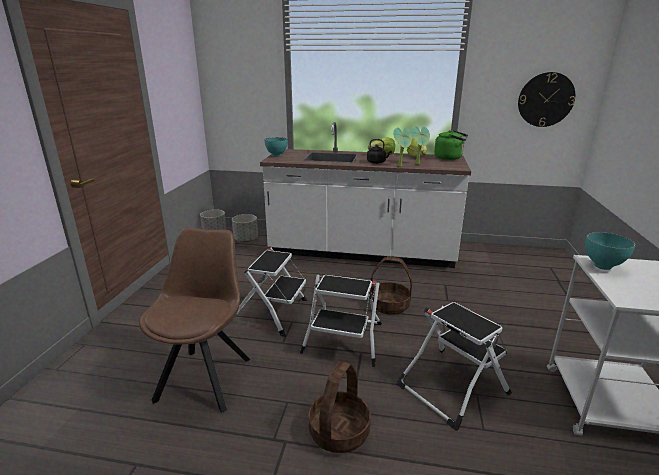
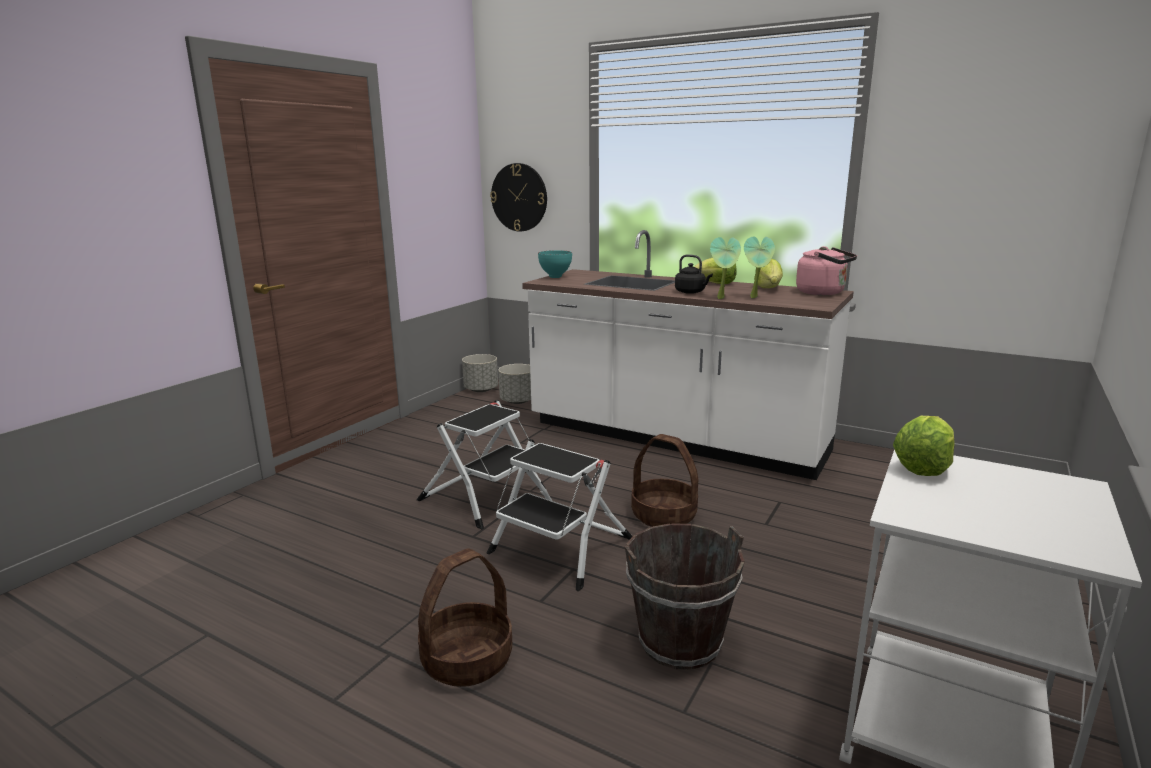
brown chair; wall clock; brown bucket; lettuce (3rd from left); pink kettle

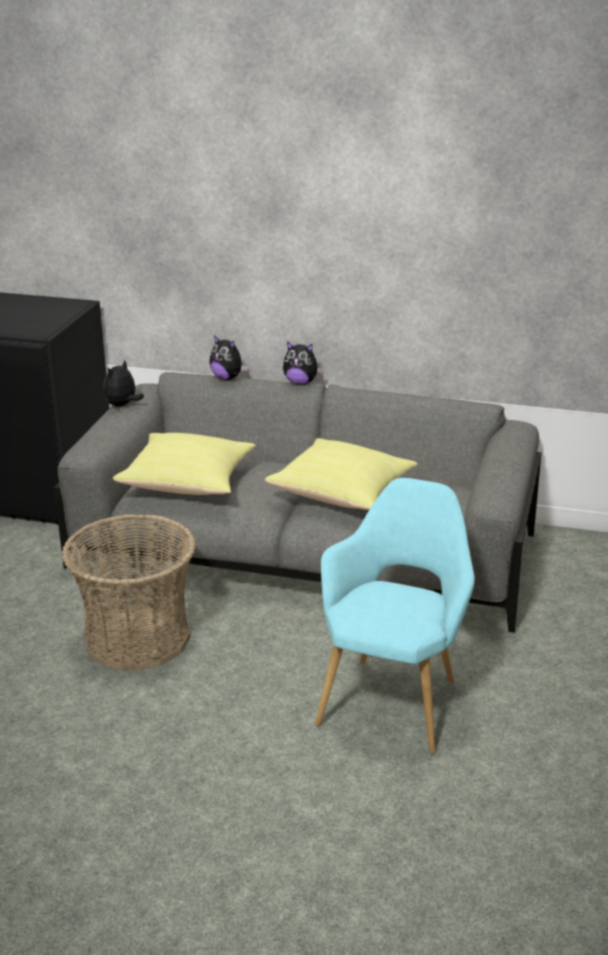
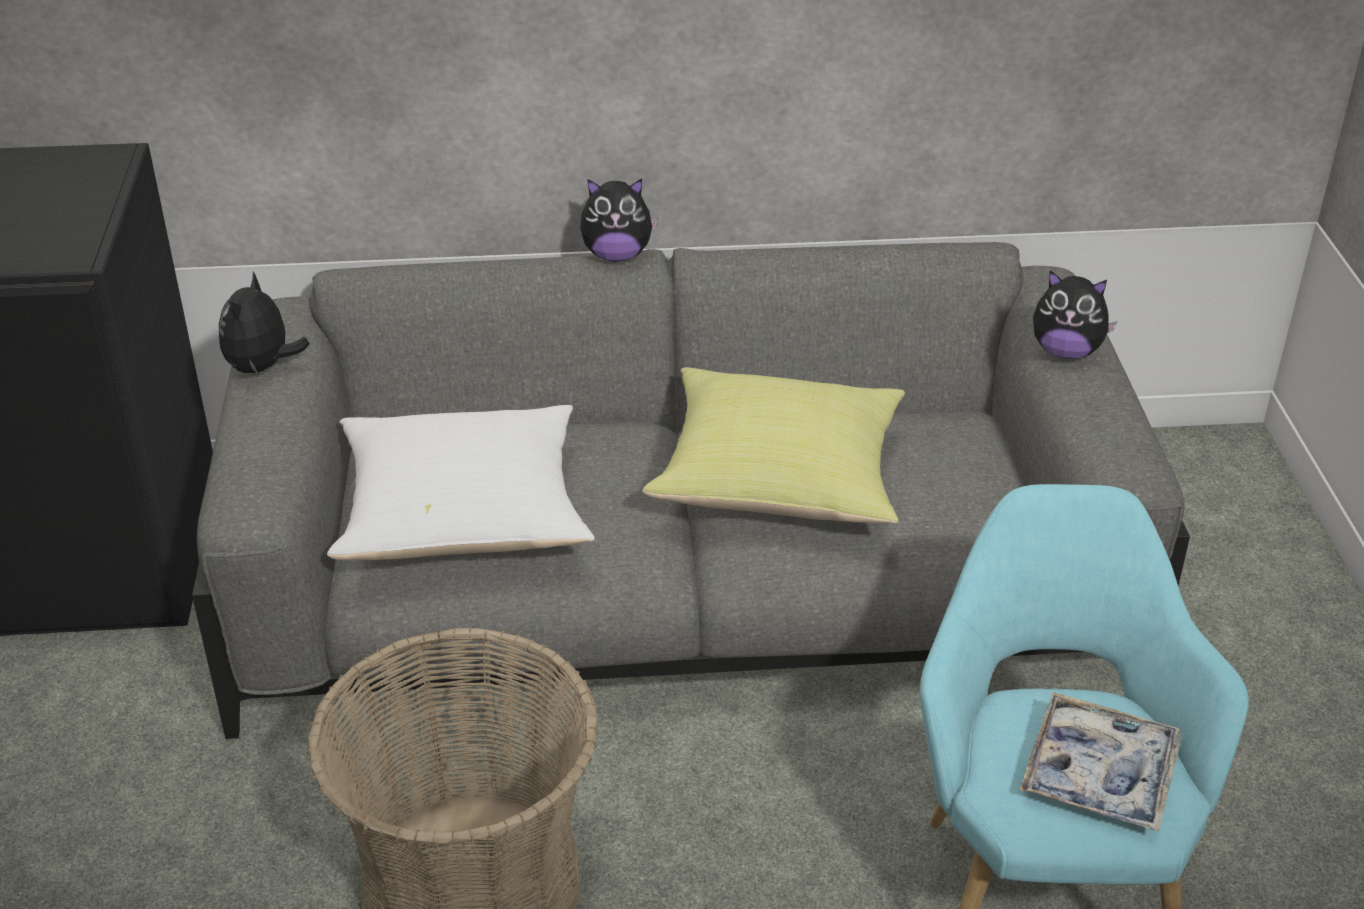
tray; plush toy (3rd from left); white pillow

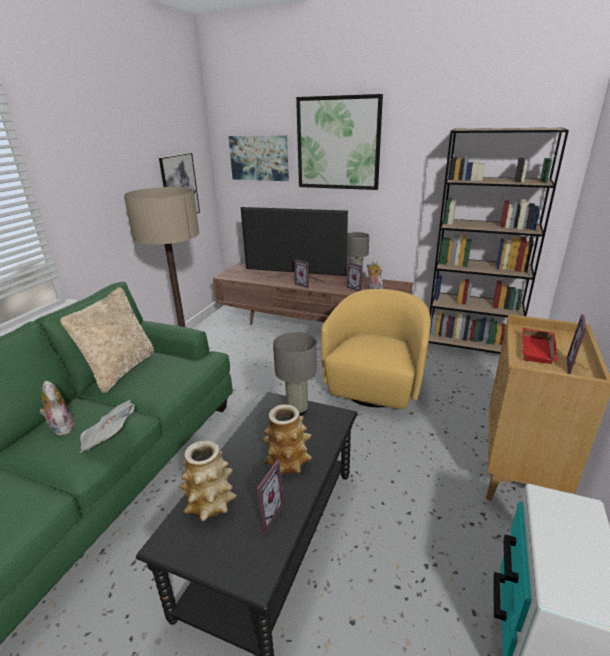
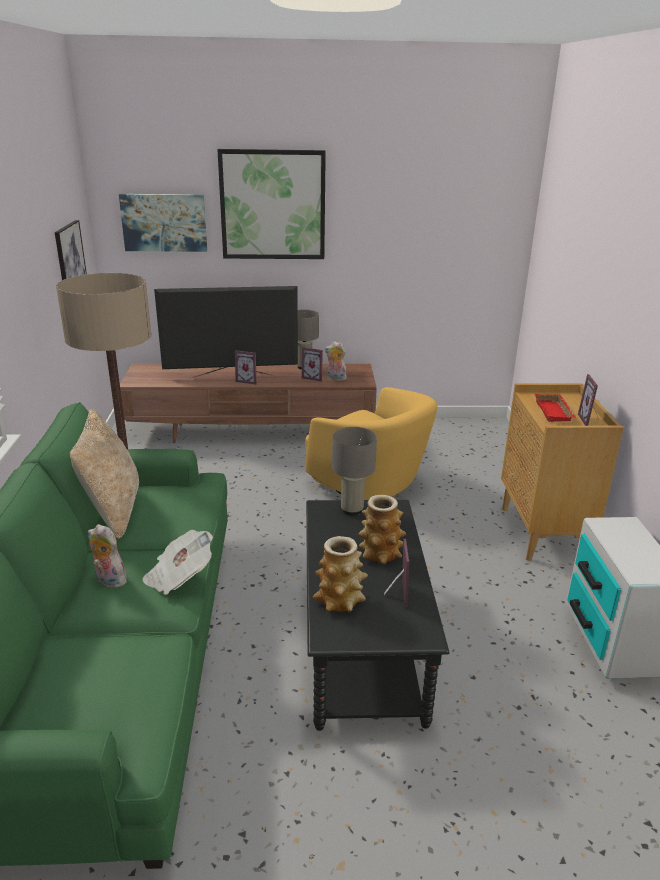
beige bookcase; yellow armchair

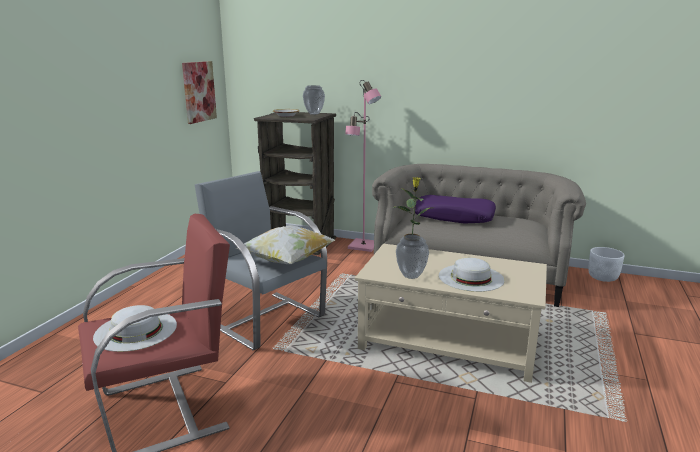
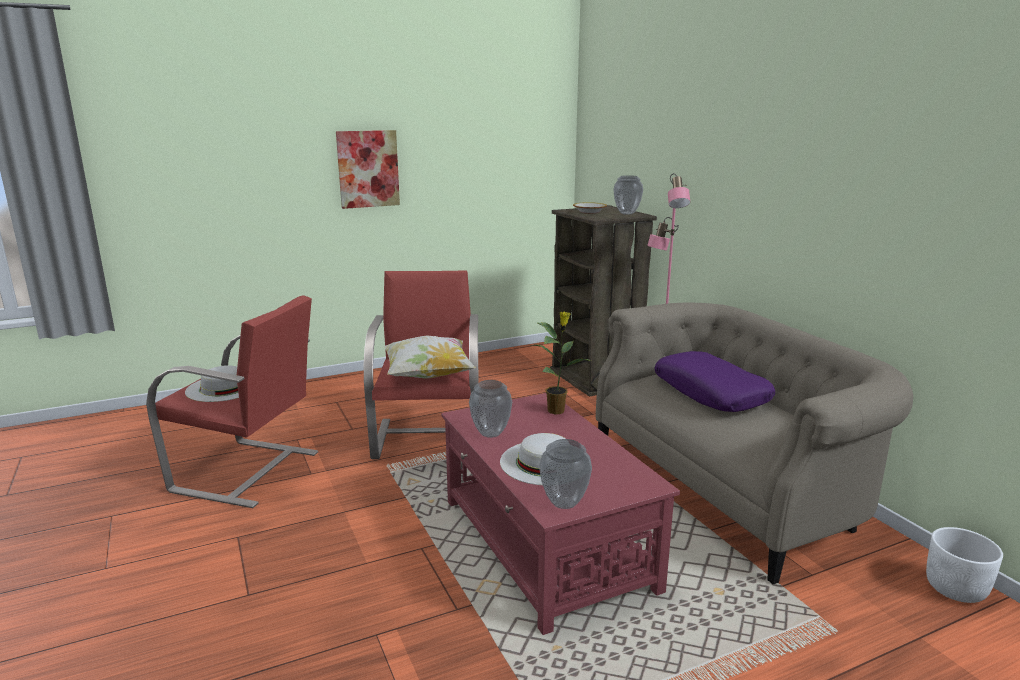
vase (2nd from left); picture; red armchair (2nd from left); red coffee table

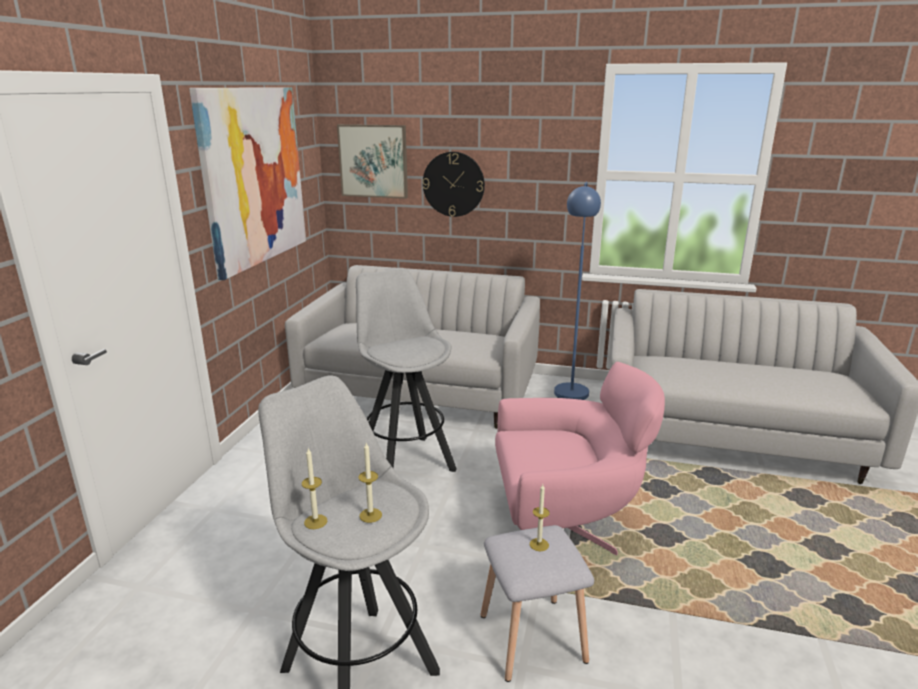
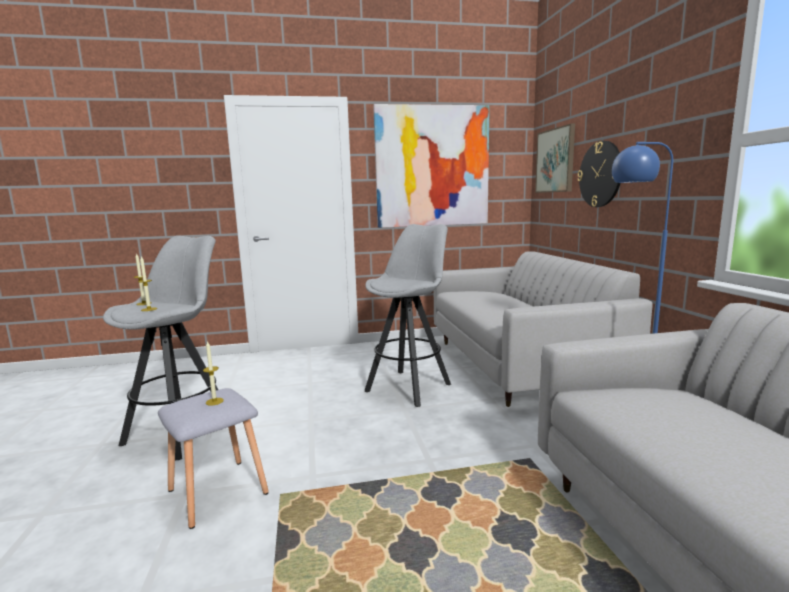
pink armchair

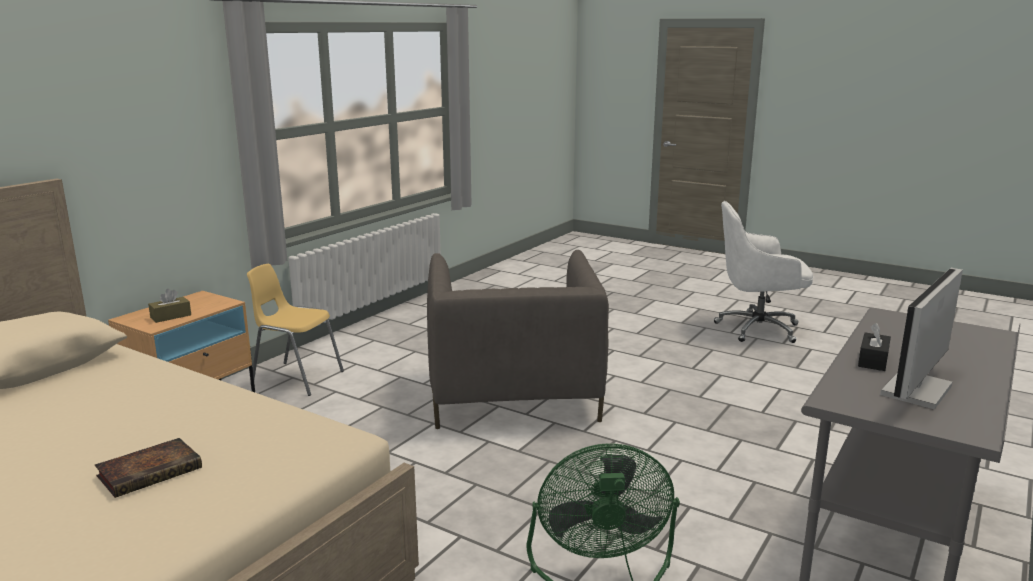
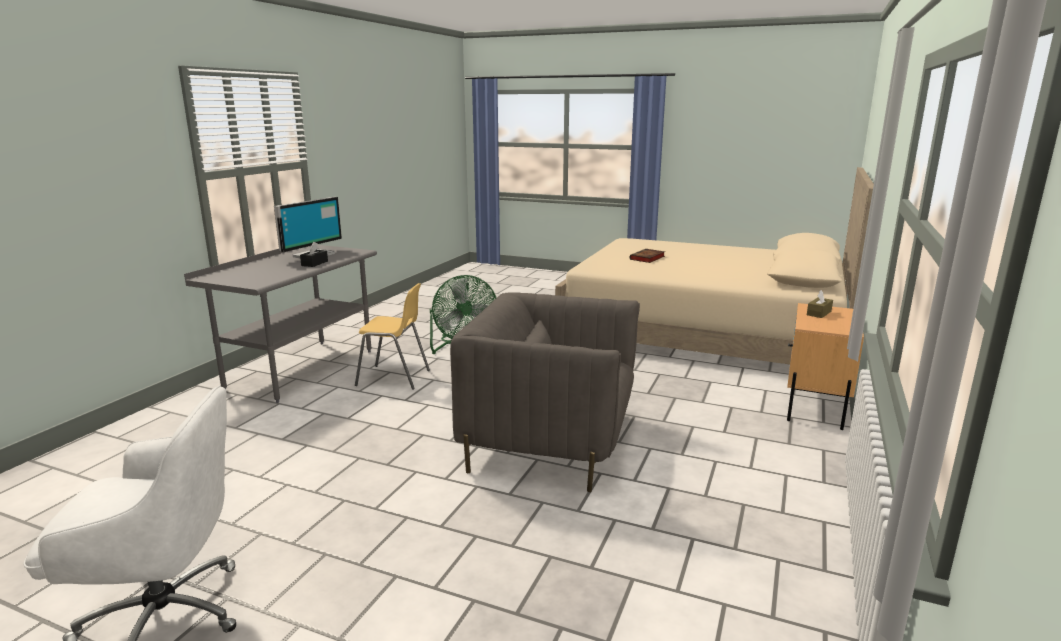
yellow chair; grey armchair

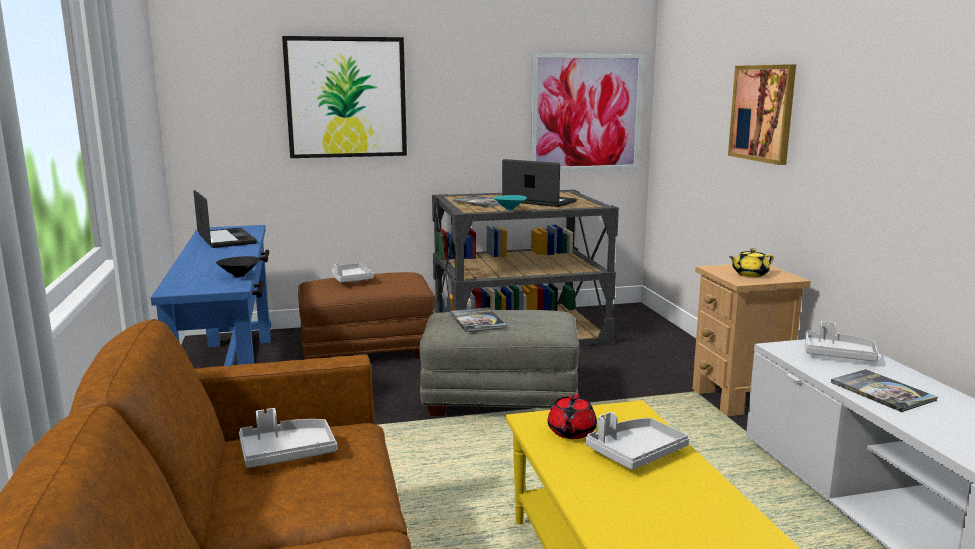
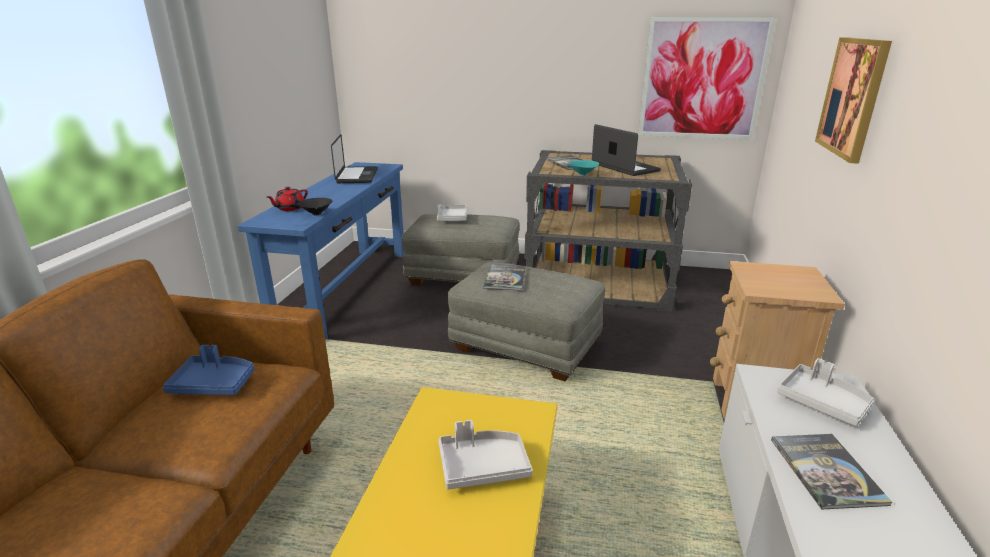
picture (1st from left in the first image); yellow teapot; red teapot; blue tray; grey ottoman (1st from left)

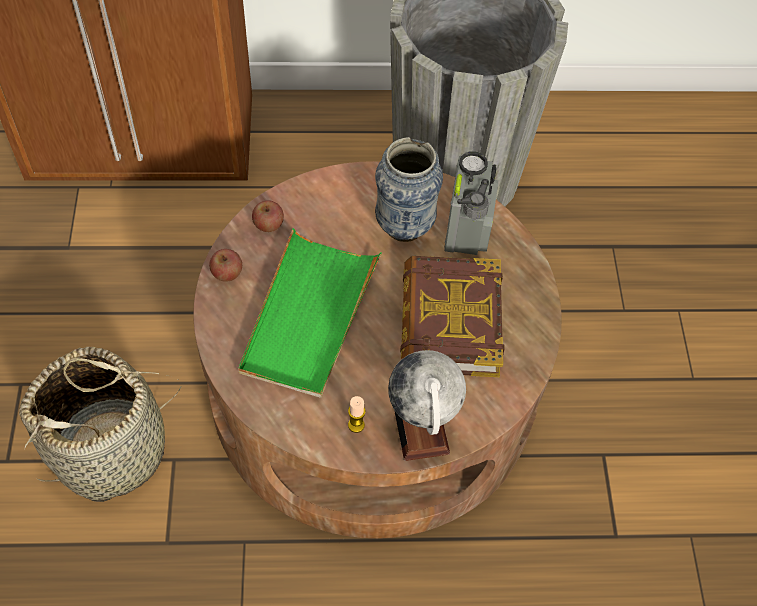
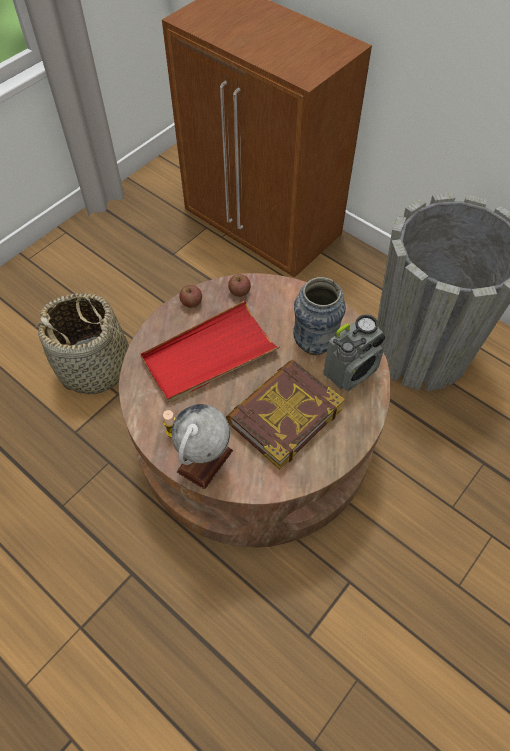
red tray

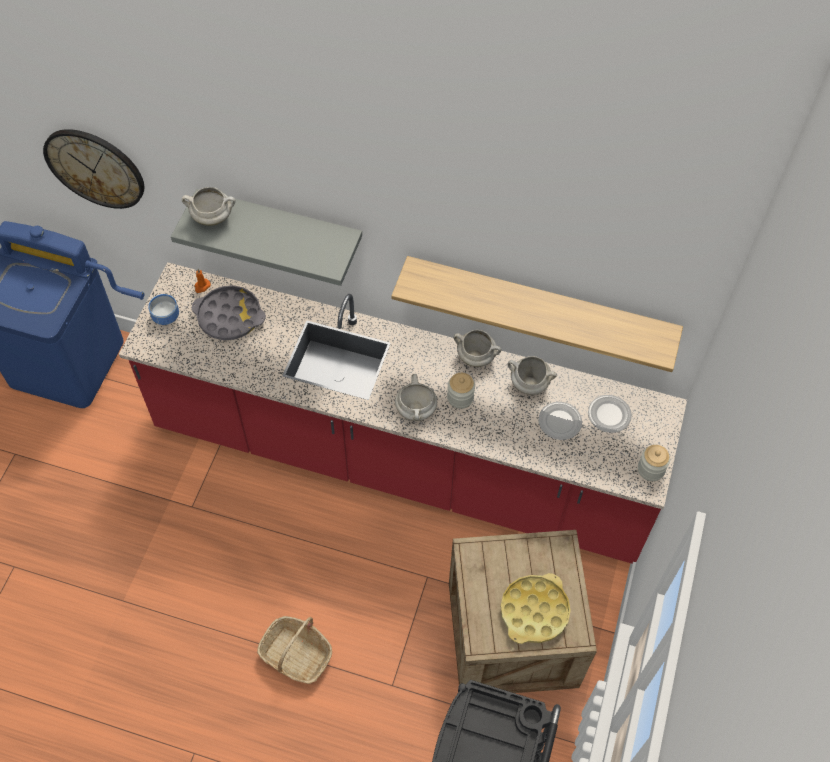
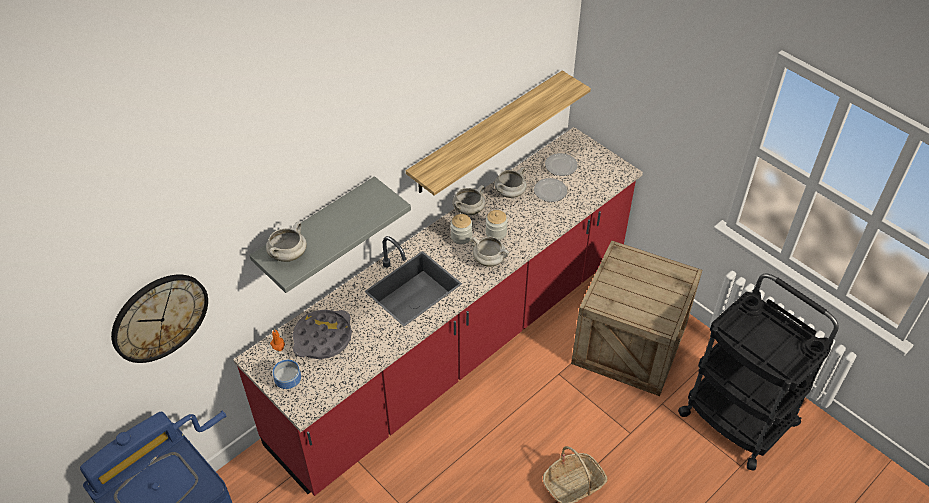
yellow tray; jar (1st from left)

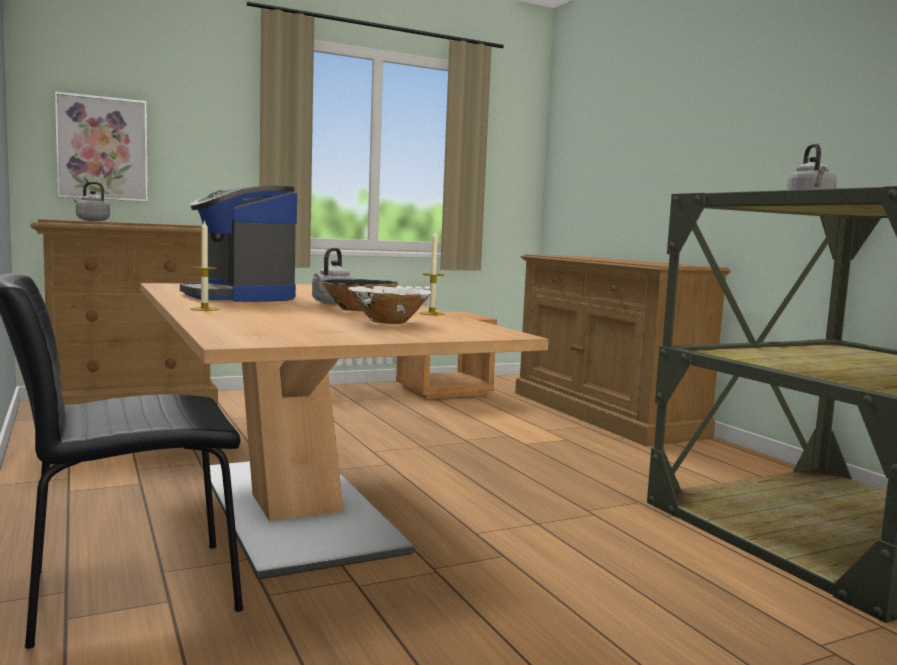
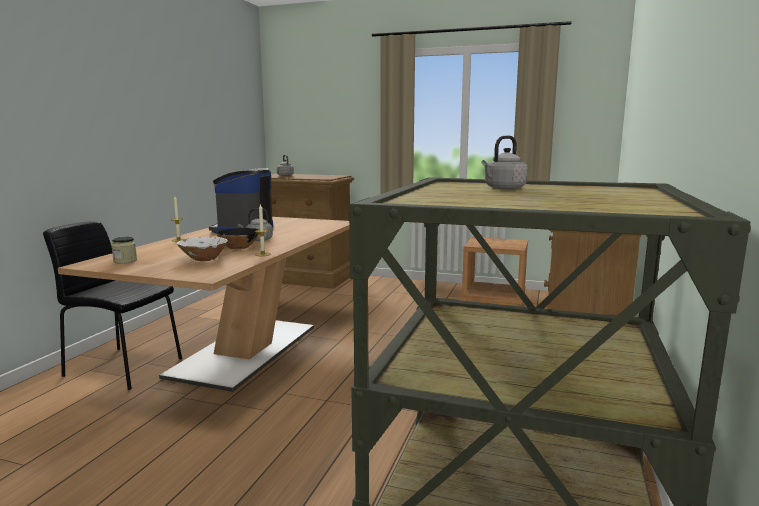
picture; jar

